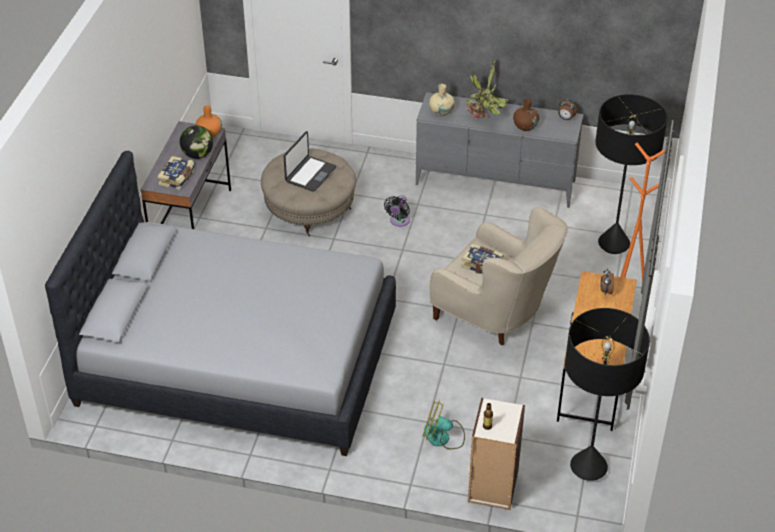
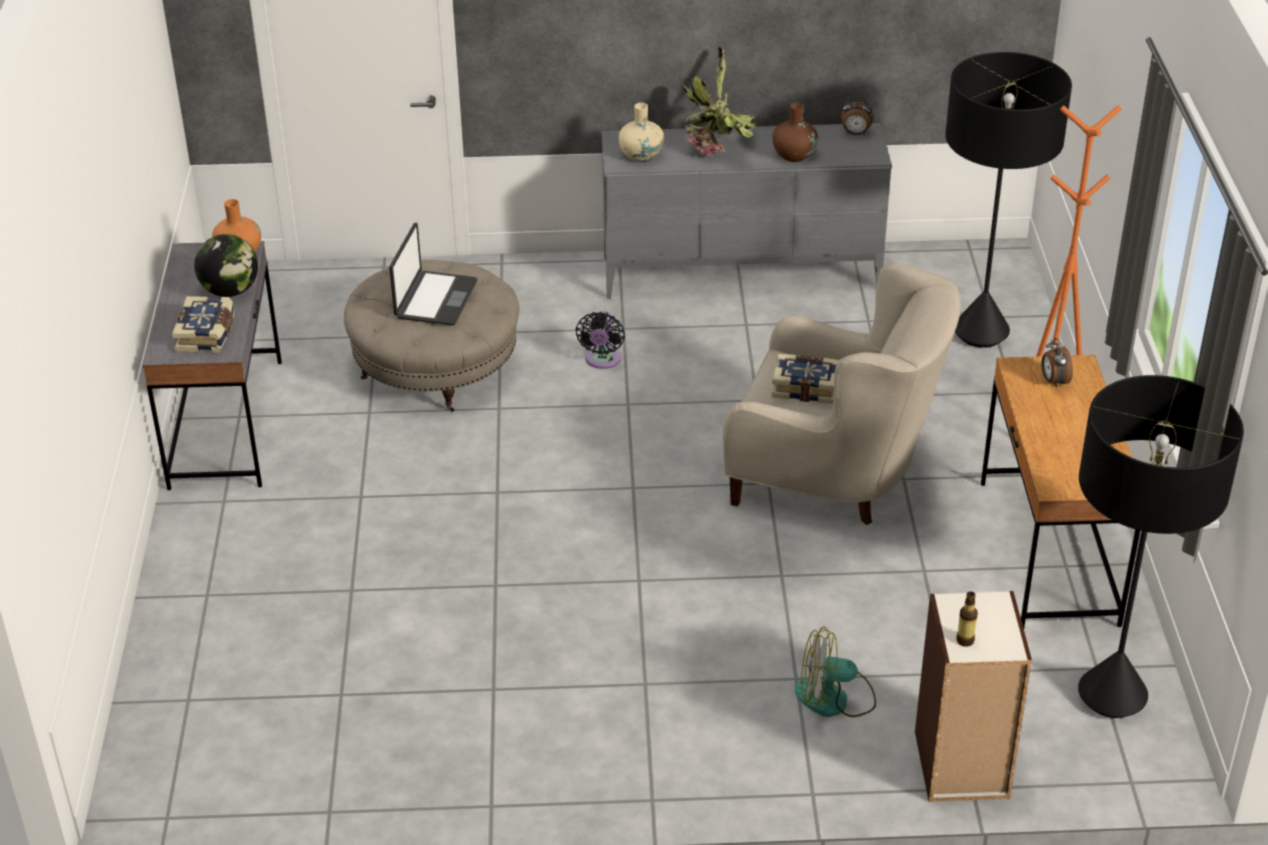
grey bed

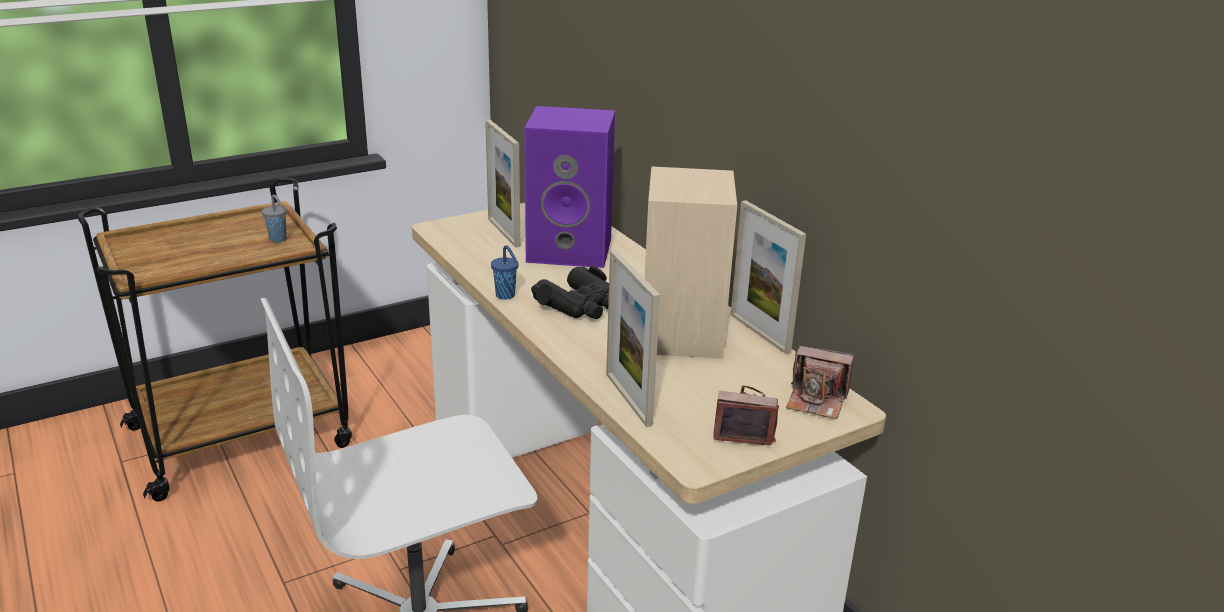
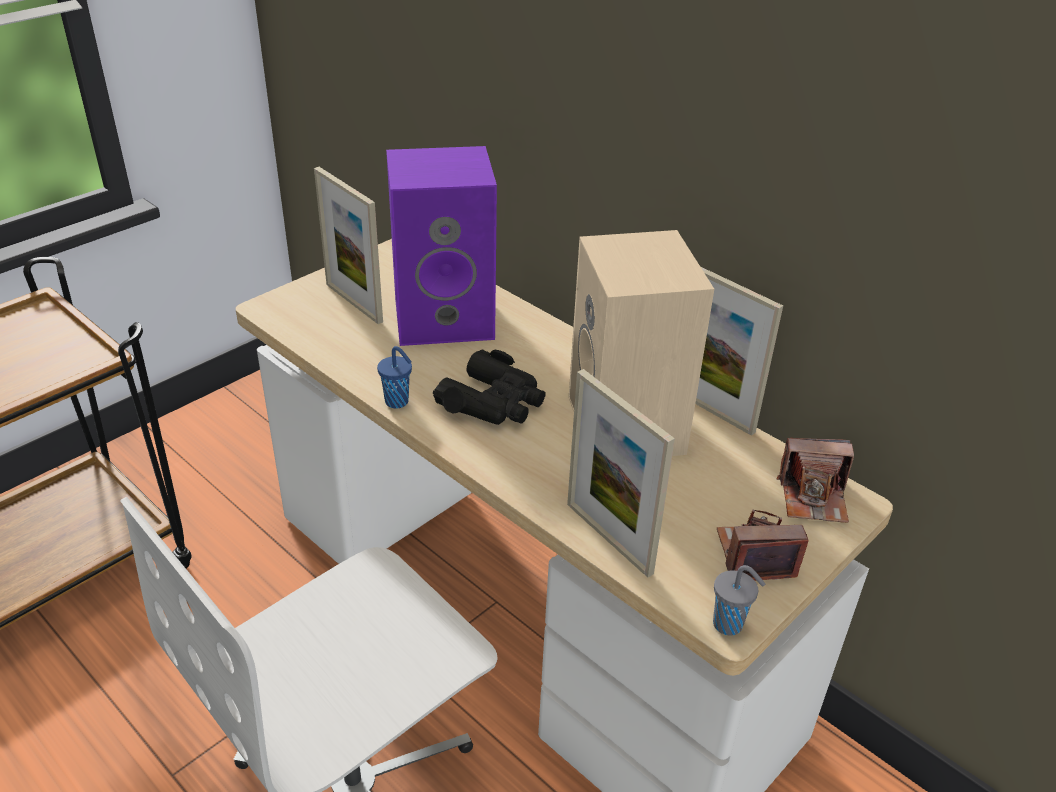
grey cup

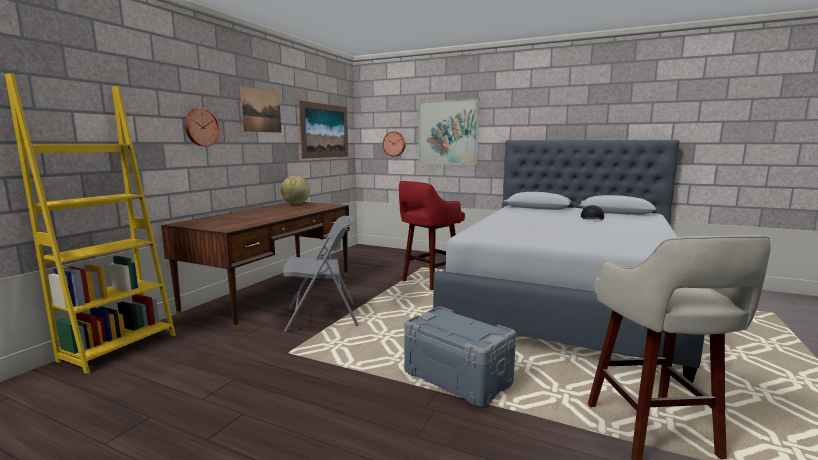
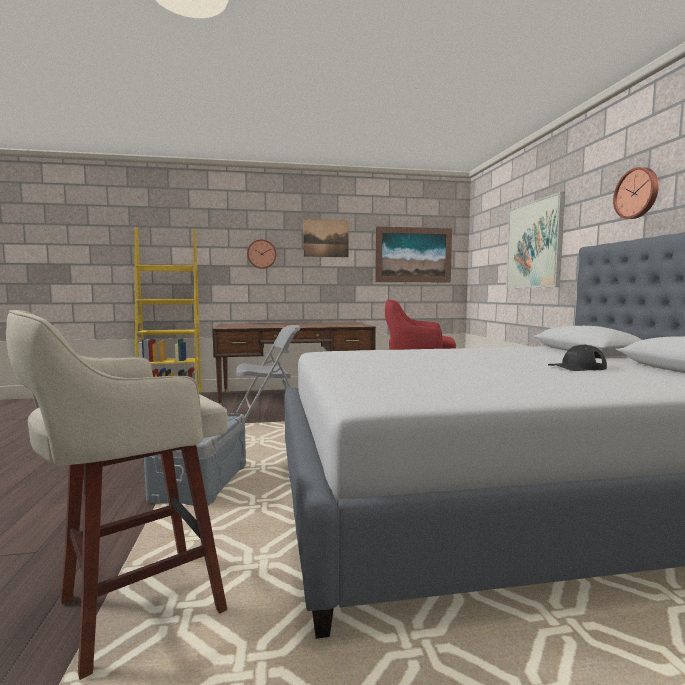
globe; wall clock (2nd from left); grey chair

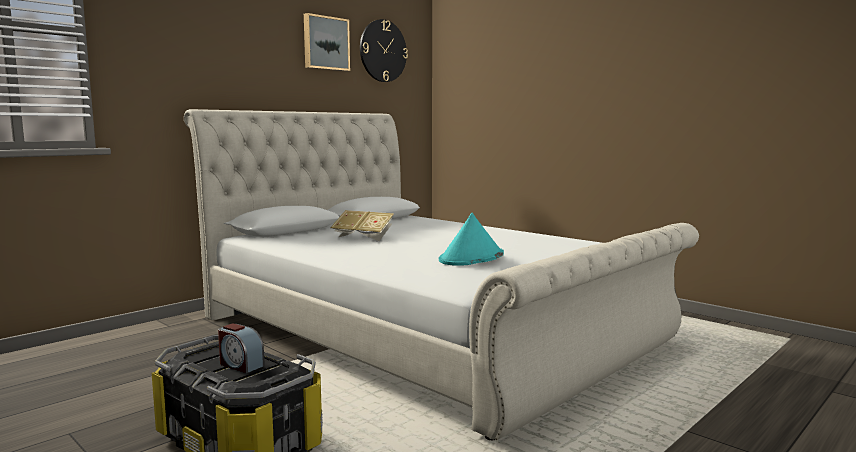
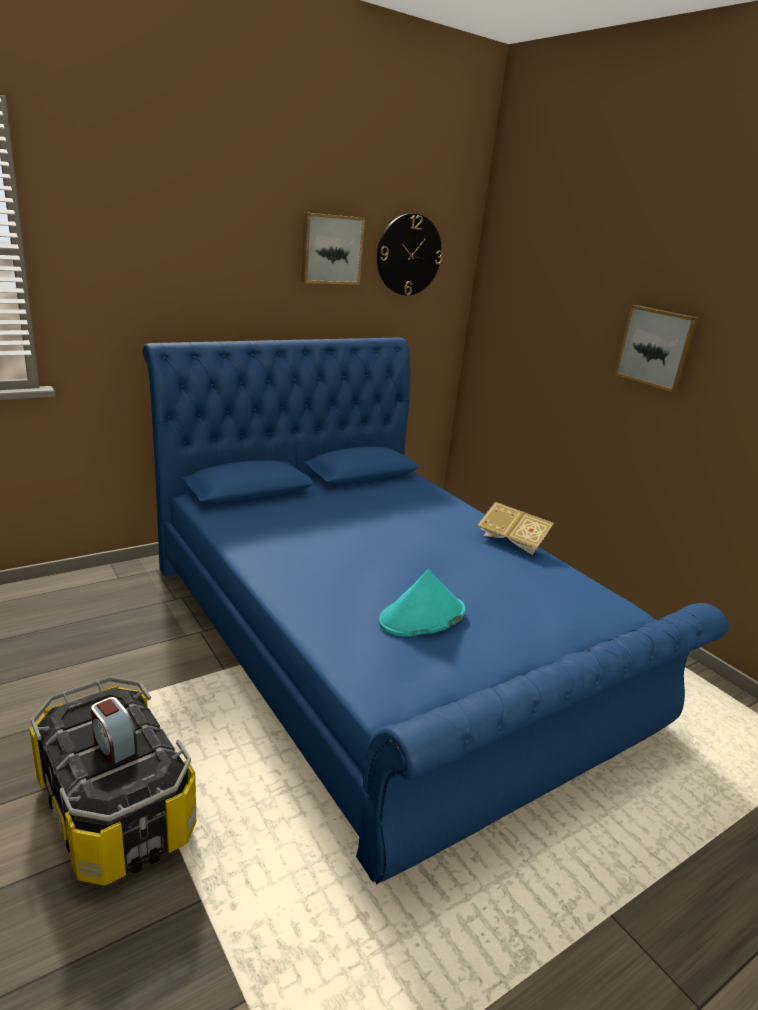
picture (2nd from left); book; blue bed

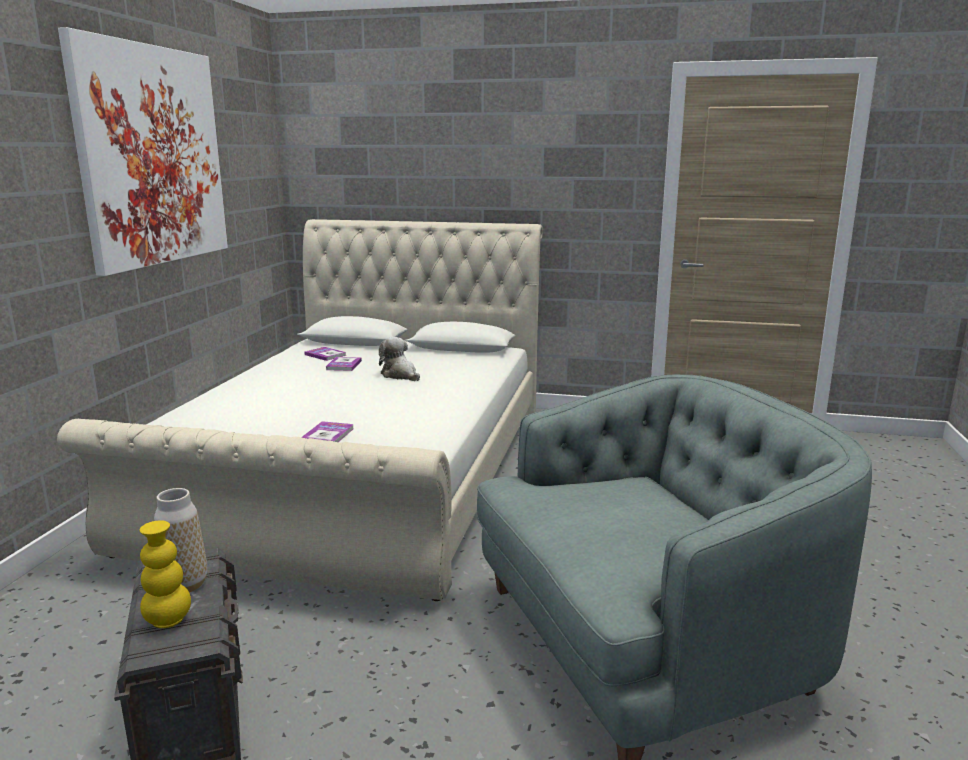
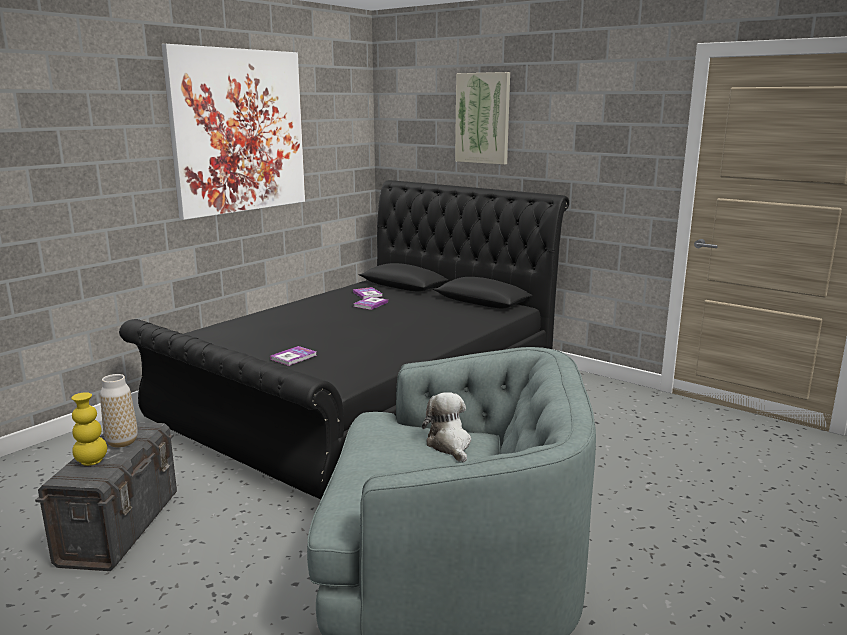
picture (2nd from left); plush toy; black bed

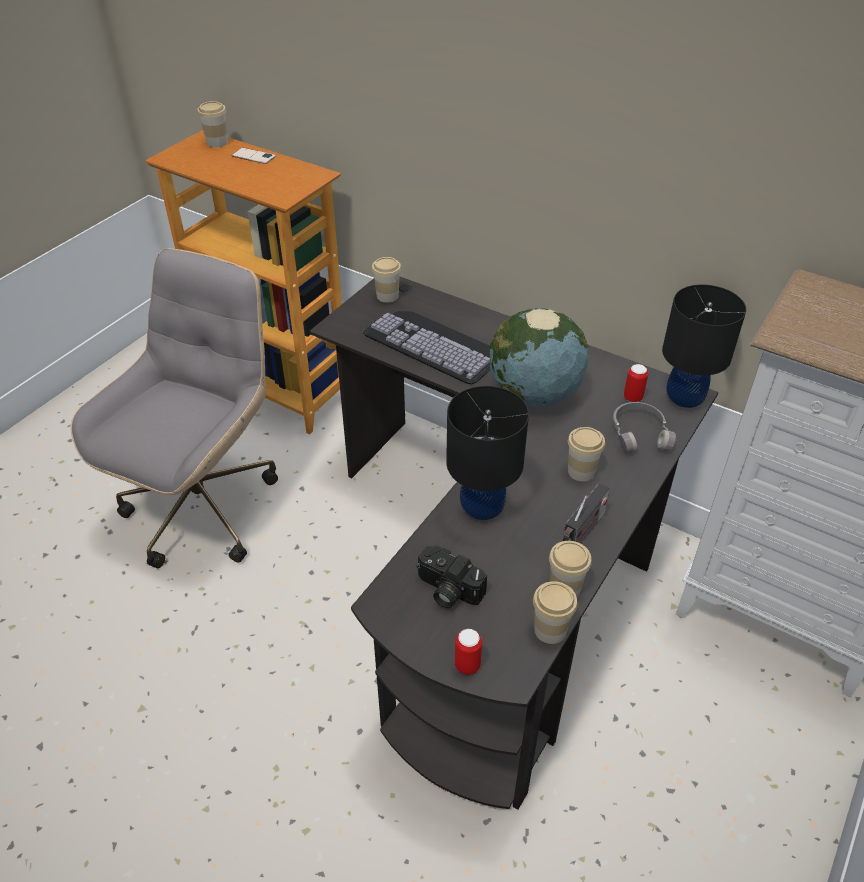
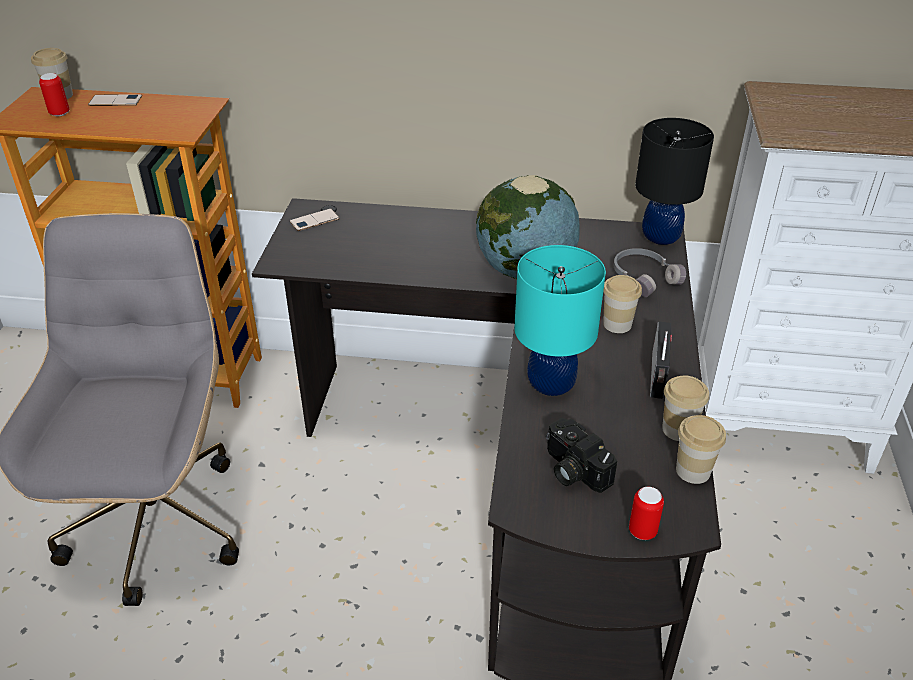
keyboard; can (1st from left); phone (2nd from left); turquoise table lamp; photo camera

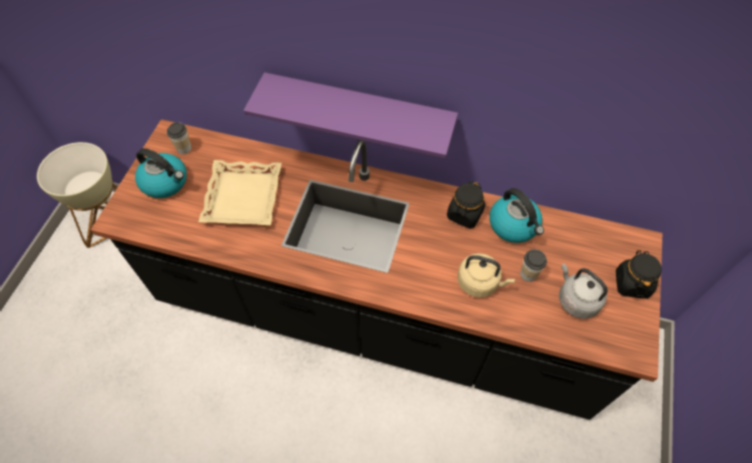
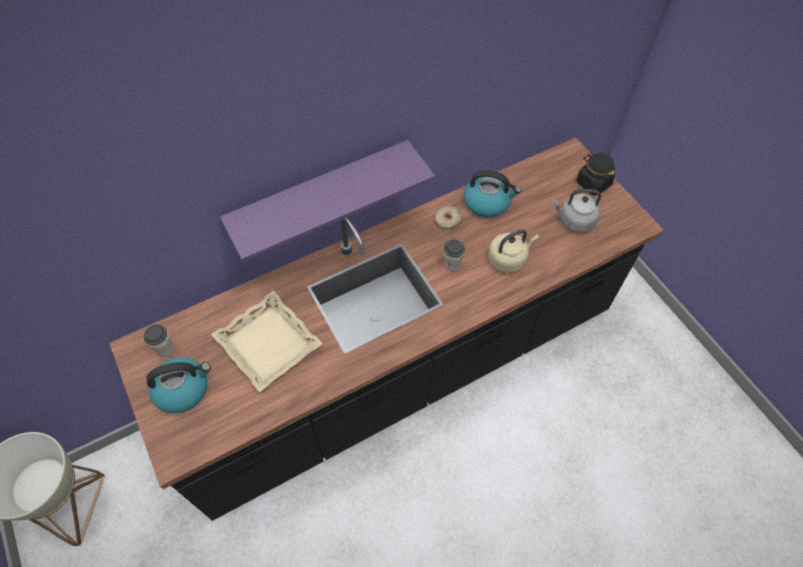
cup (2nd from left); donut

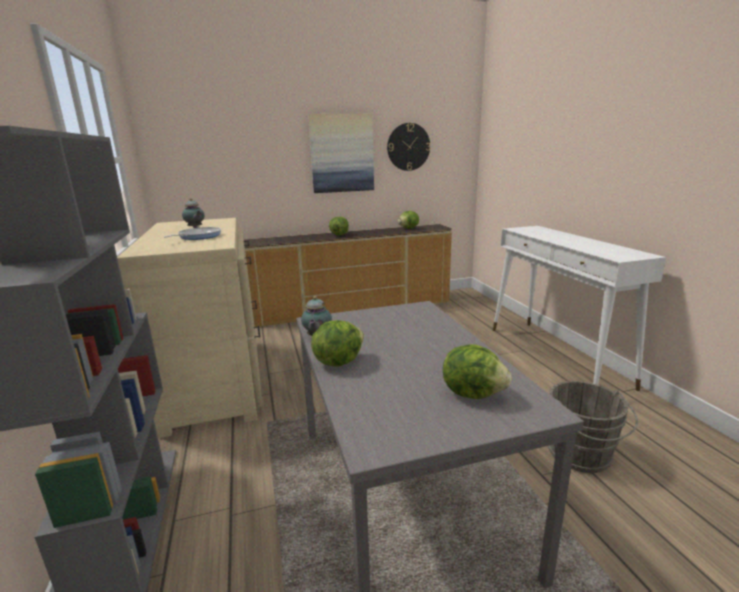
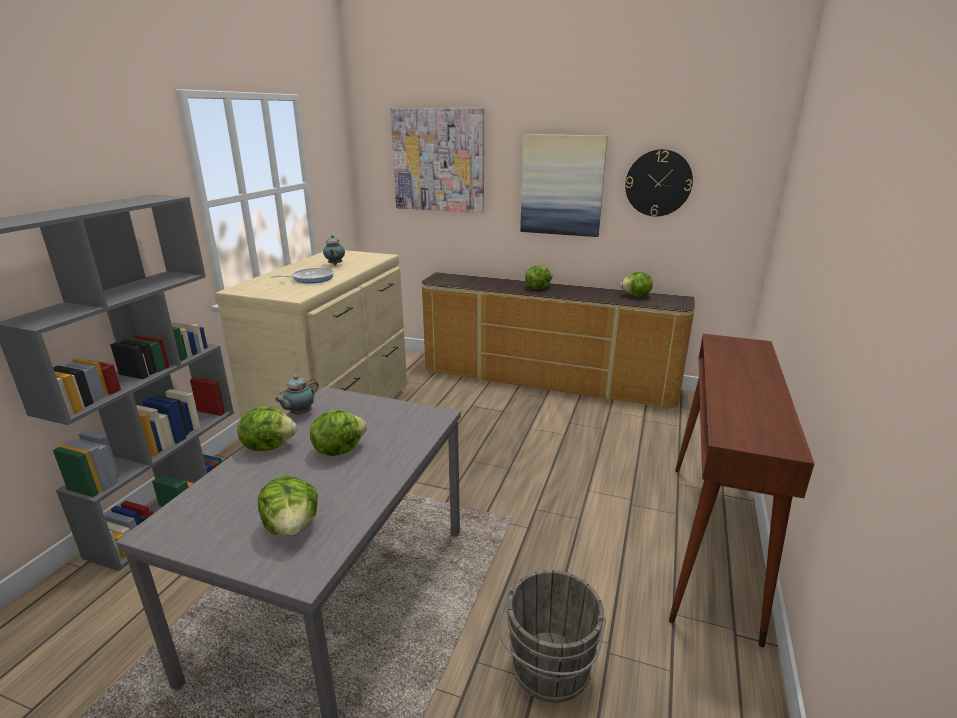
lettuce (3rd from left); picture (1st from left); brown console table

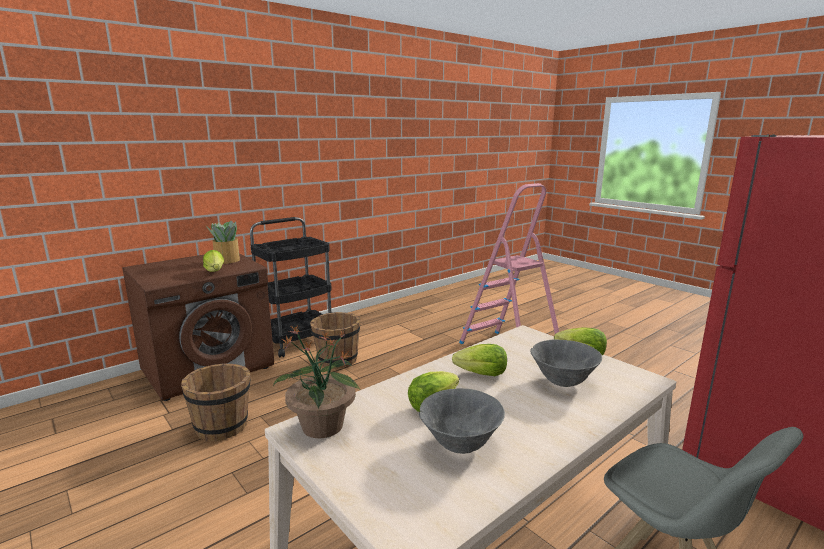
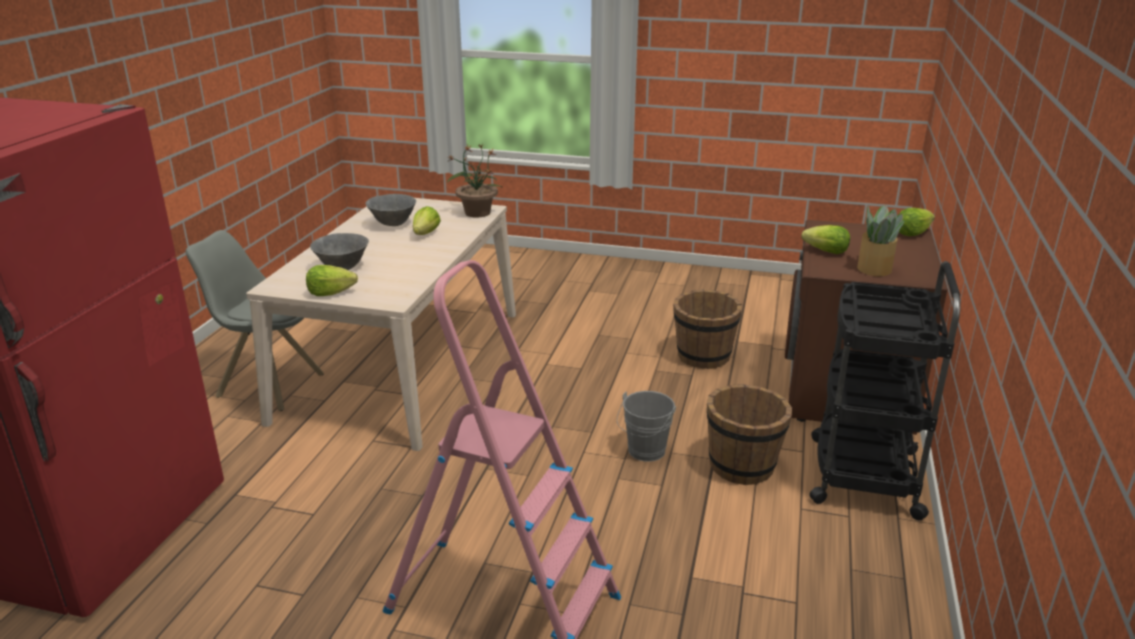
grey bucket; lettuce (4th from left)

